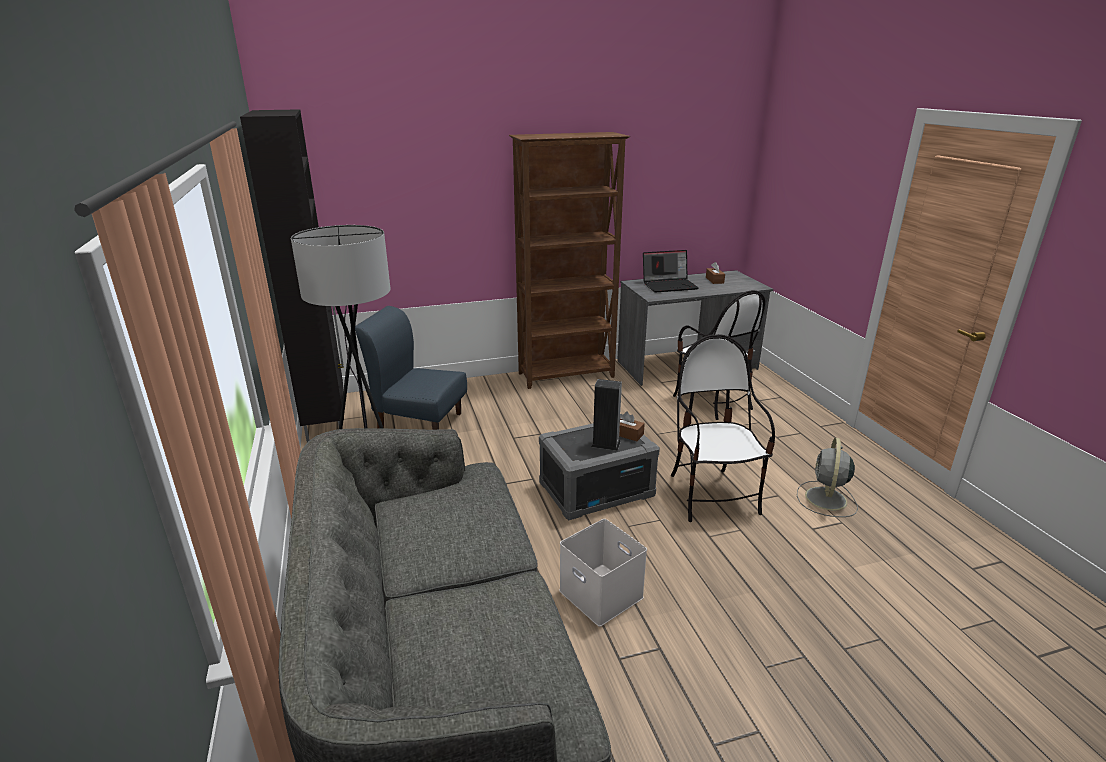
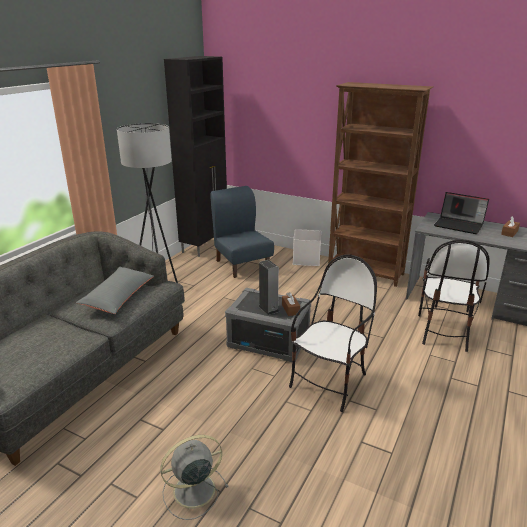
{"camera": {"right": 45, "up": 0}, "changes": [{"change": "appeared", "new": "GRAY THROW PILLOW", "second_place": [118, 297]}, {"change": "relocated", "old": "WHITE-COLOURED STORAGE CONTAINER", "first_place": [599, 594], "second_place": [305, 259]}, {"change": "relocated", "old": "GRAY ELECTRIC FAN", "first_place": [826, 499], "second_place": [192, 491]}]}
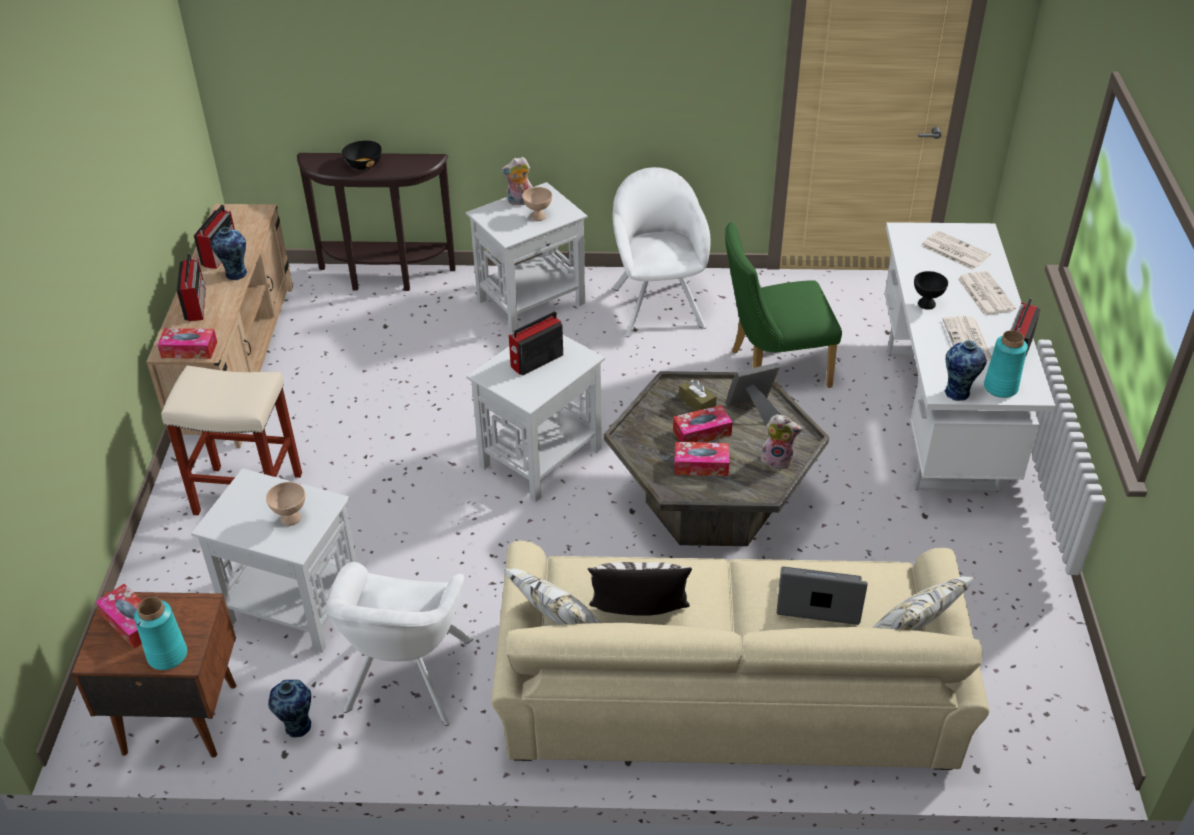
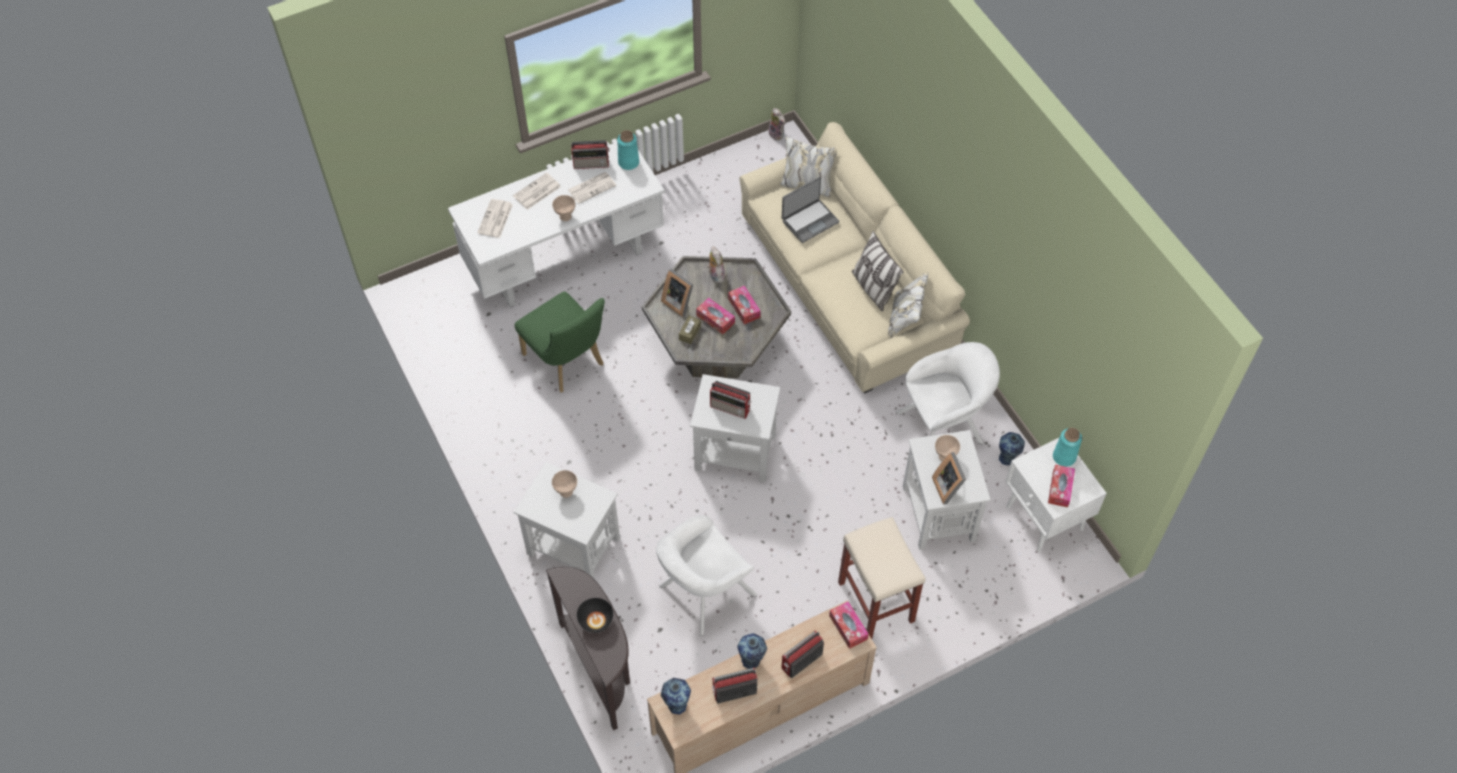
{"camera": {"right": -120, "up": 15}, "changes": [{"change": "appeared", "new": "PHOTO FRAME", "second_place": [949, 487]}, {"change": "relocated", "old": "SOFT TOY", "first_place": [519, 202], "second_place": [777, 134]}, {"change": "relocated", "old": "WHITE-COLOURED LOUNGE CHAIR", "first_place": [657, 303], "second_place": [703, 593]}, {"change": "relocated", "old": "DECORATIVE VASE", "first_place": [958, 392], "second_place": [676, 704]}, {"change": "colour", "old": "BROWN-COLOURED NIGHT TABLE", "new": "WHITE-COLOURED NIGHT TABLE", "first_place": [178, 717], "second_place": [1044, 519]}, {"change": "colour", "old": "BLACK SERVING BOWL", "new": "BEIGE-COLOURED SERVING BOWL", "first_place": [927, 304], "second_place": [565, 216]}, {"change": "spun", "old": "NOTEBOOK COMPUTER", "first_place": [818, 600], "second_place": [809, 221], "degrees": -105}]}
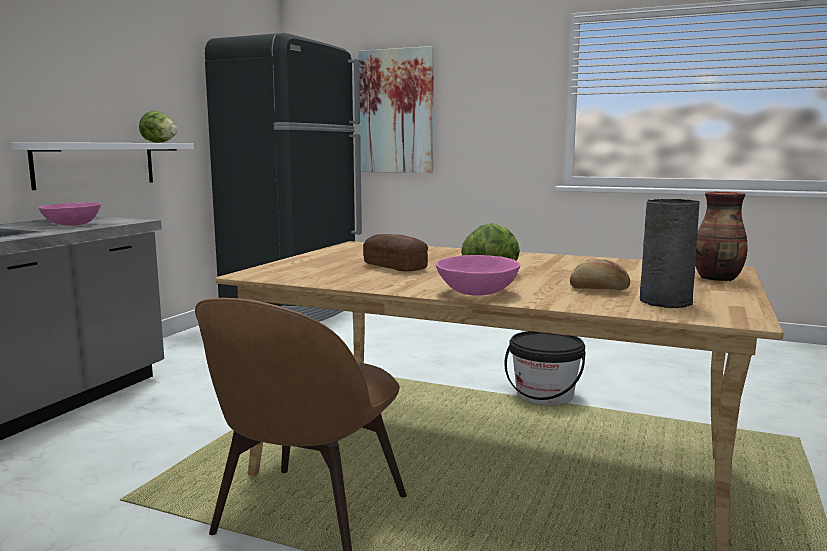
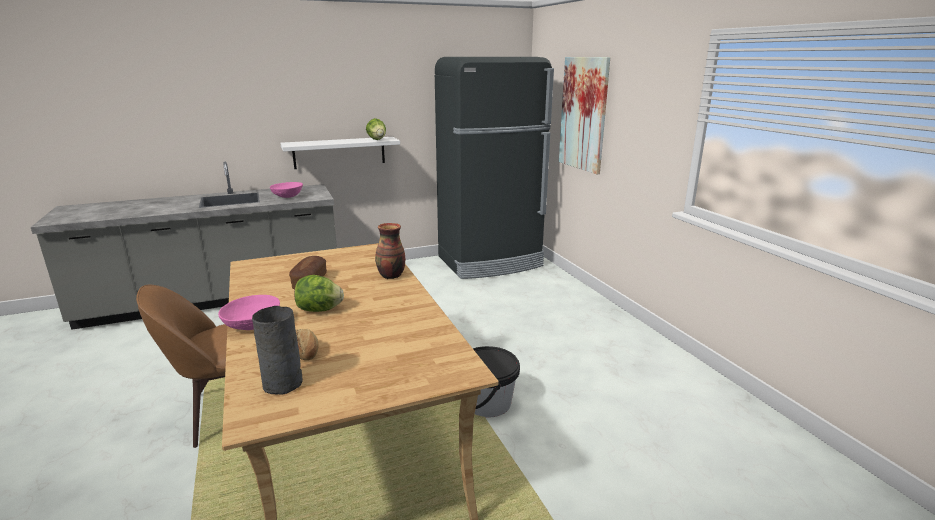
{"camera": {"right": 45, "up": 10}, "changes": [{"change": "relocated", "old": "DECORATIVE VASE", "first_place": [718, 279], "second_place": [391, 276]}]}
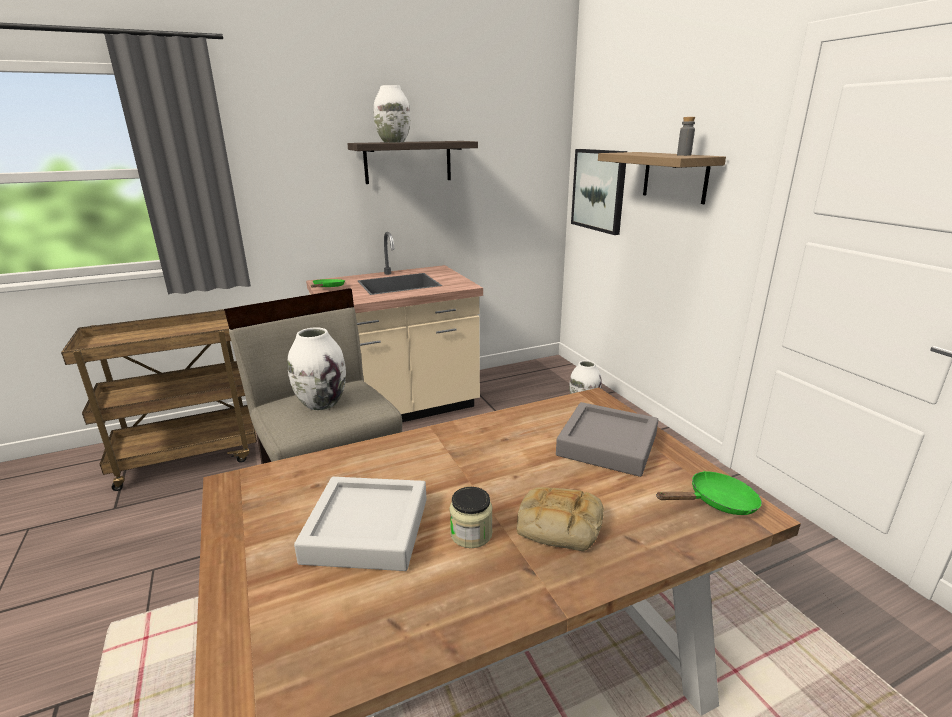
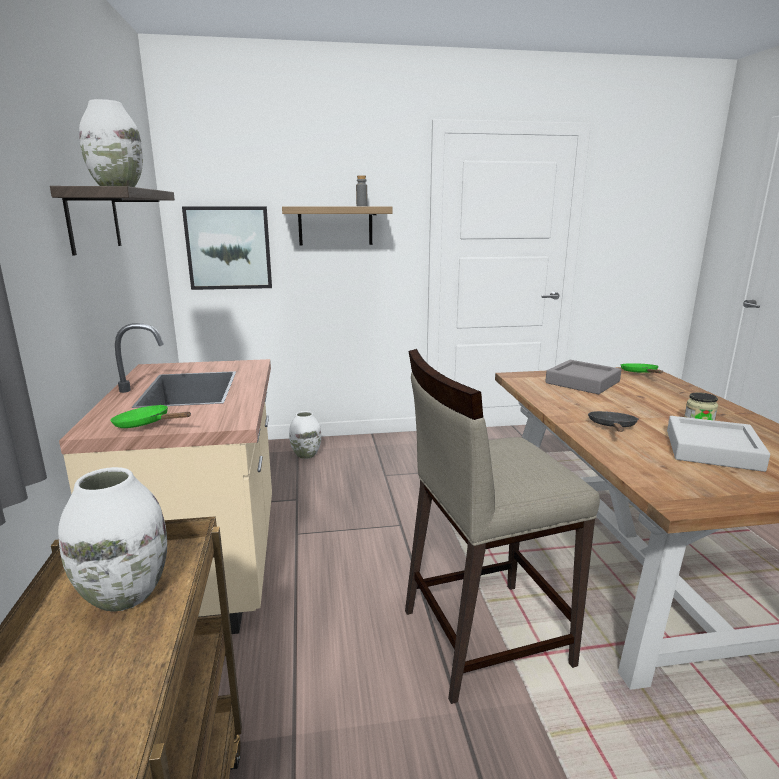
{"camera": {"right": -75, "up": -5}, "changes": [{"change": "missing", "old": "BREAD", "first_place": [558, 525]}, {"change": "appeared", "new": "BLACK SKILLET", "second_place": [612, 427]}, {"change": "relocated", "old": "WHITE-COLOURED DECORATIVE VASE", "first_place": [321, 403], "second_place": [123, 594]}]}
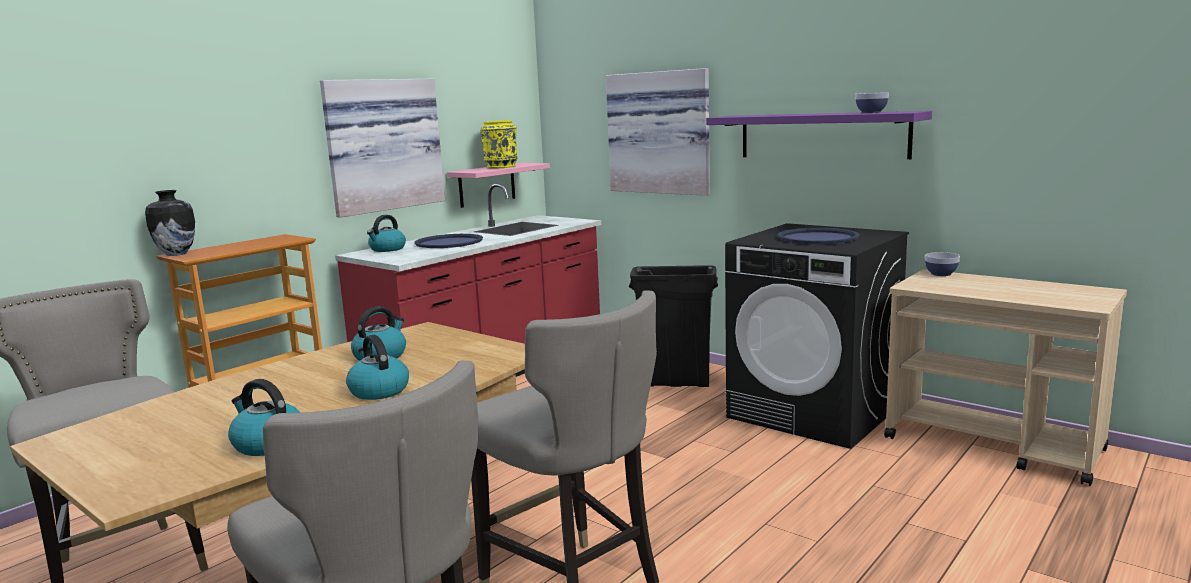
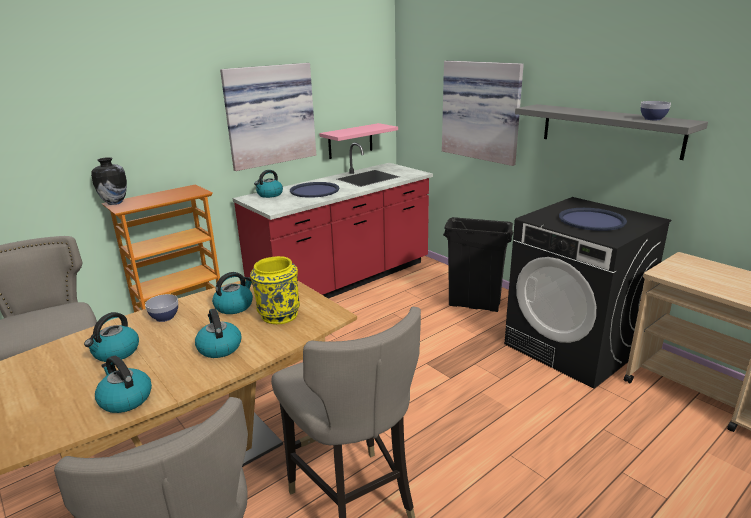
{"camera": {"right": 10, "up": 10}, "changes": [{"change": "appeared", "new": "TEA KETTLE", "second_place": [116, 352]}, {"change": "relocated", "old": "YELLOWISH DECORATIVE VASE", "first_place": [501, 167], "second_place": [279, 316]}, {"change": "relocated", "old": "SERVING BOWL", "first_place": [941, 274], "second_place": [164, 317]}, {"change": "colour", "old": "PURPLISH BRACKET SHELF", "new": "GRAY BRACKET SHELF", "first_place": [822, 135], "second_place": [610, 130]}]}
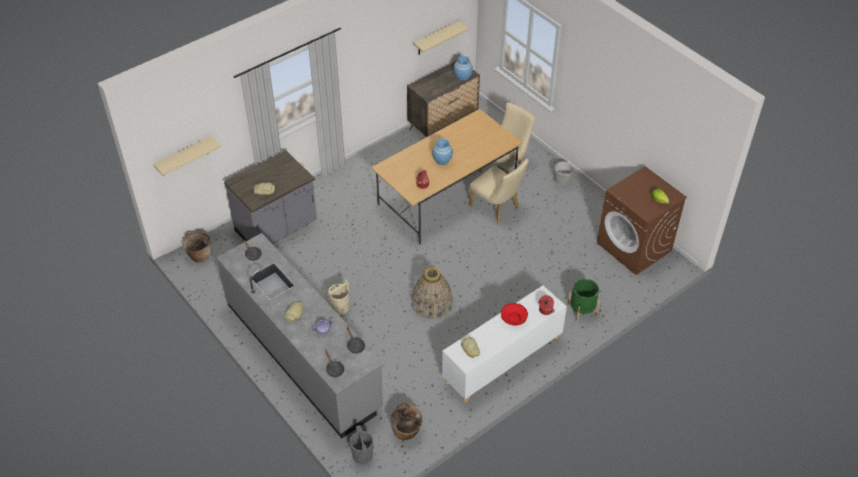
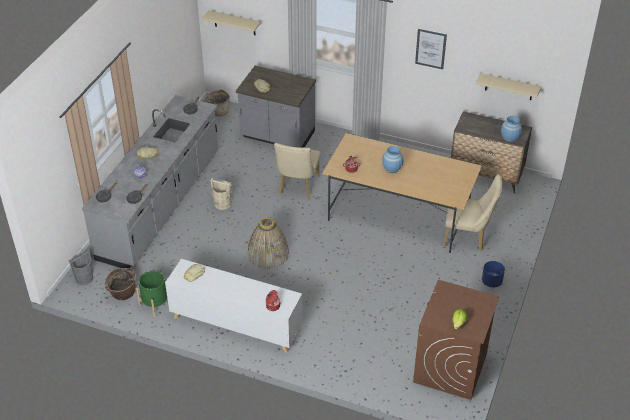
{"camera": {"right": 60, "up": -5}, "changes": [{"change": "missing", "old": "RED SERVING BOWL", "first_place": [513, 318]}, {"change": "appeared", "new": "WALL ART", "second_place": [430, 48]}, {"change": "relocated", "old": "BEIGE-COLOURED UPRIGHT CHAIR", "first_place": [497, 208], "second_place": [297, 187]}, {"change": "relocated", "old": "GREEN FLOWER POT", "first_place": [582, 310], "second_place": [155, 304]}, {"change": "colour", "old": "GRAY FLOWER POT", "new": "BLUE FLOWER POT", "first_place": [562, 181], "second_place": [491, 282]}]}
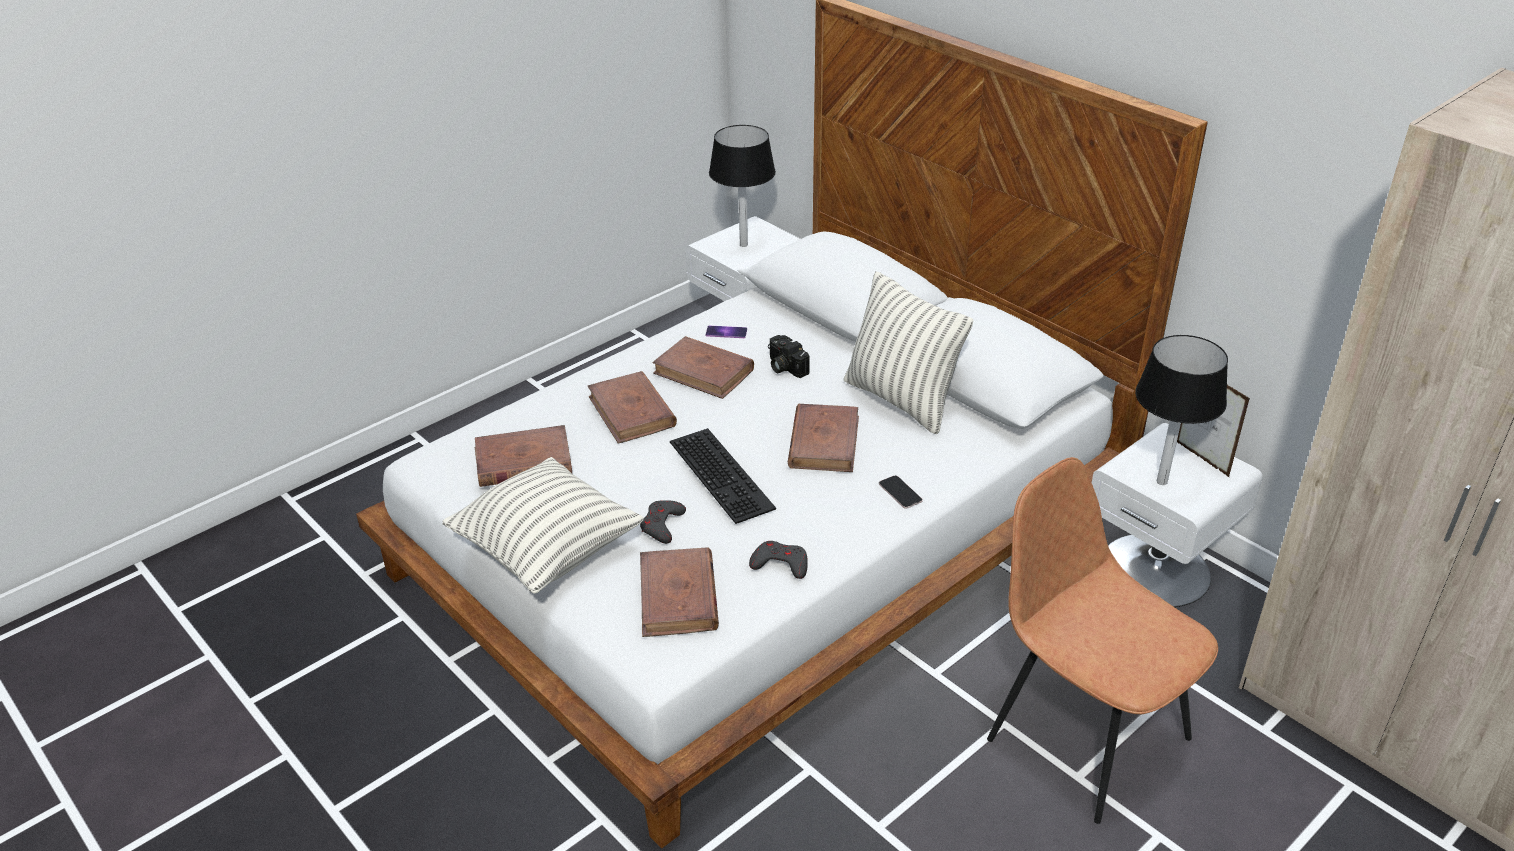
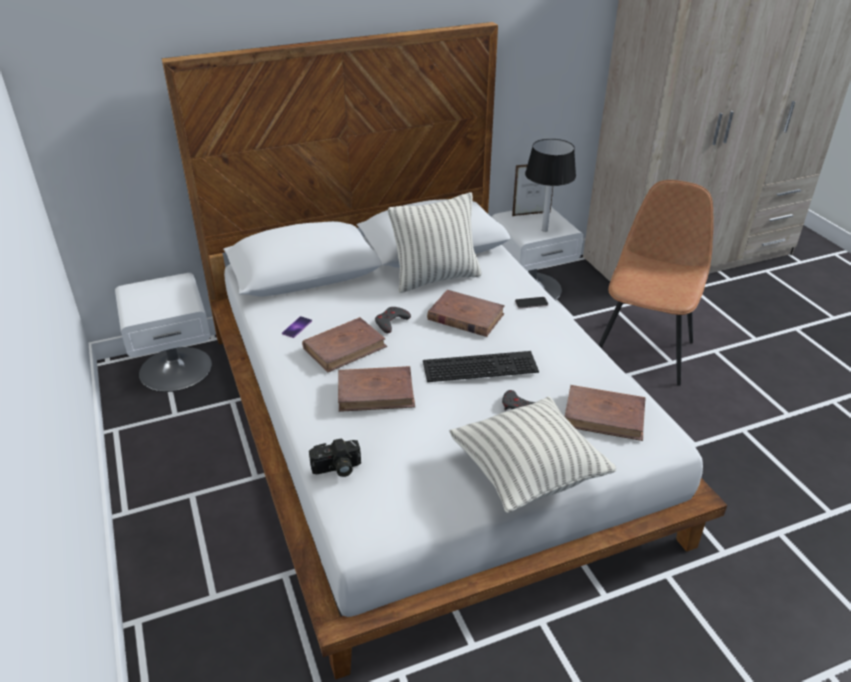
{"camera": {"right": -70, "up": 0}, "changes": [{"change": "missing", "old": "BROWN-COLOURED VOLUME", "first_place": [523, 461]}, {"change": "missing", "old": "BLACK TABLETOP LAMP", "first_place": [744, 245]}, {"change": "relocated", "old": "GRAY GAMEPAD", "first_place": [780, 564], "second_place": [391, 322]}, {"change": "relocated", "old": "STILL CAMERA", "first_place": [784, 367], "second_place": [336, 468]}, {"change": "spun", "old": "BROWN-COLOURED UPRIGHT CHAIR", "first_place": [1084, 735], "second_place": [643, 350], "degrees": 135}]}
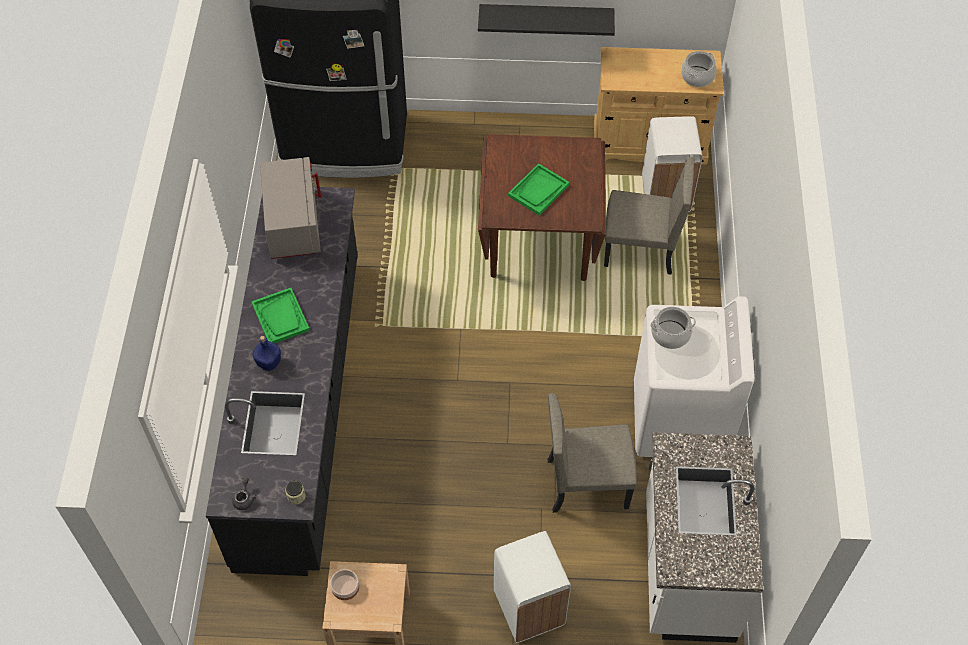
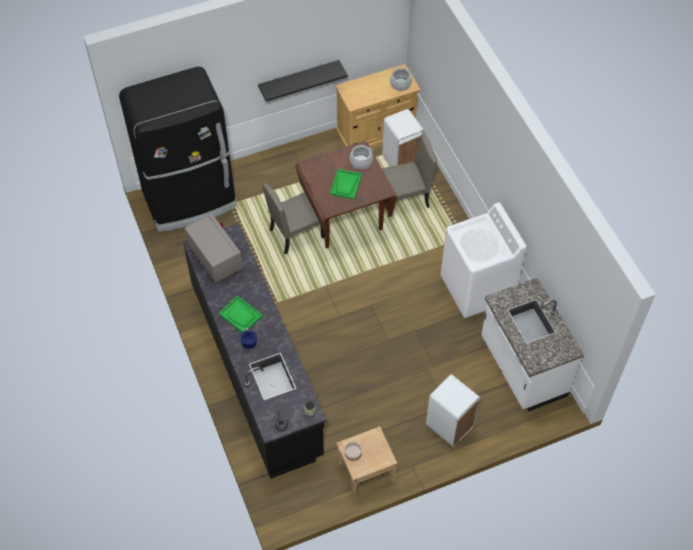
{"camera": {"right": -25, "up": 0}, "changes": [{"change": "relocated", "old": "BEIGE-COLOURED UPRIGHT CHAIR", "first_place": [587, 482], "second_place": [296, 233]}, {"change": "relocated", "old": "SAUCEPOT", "first_place": [670, 334], "second_place": [361, 161]}]}
